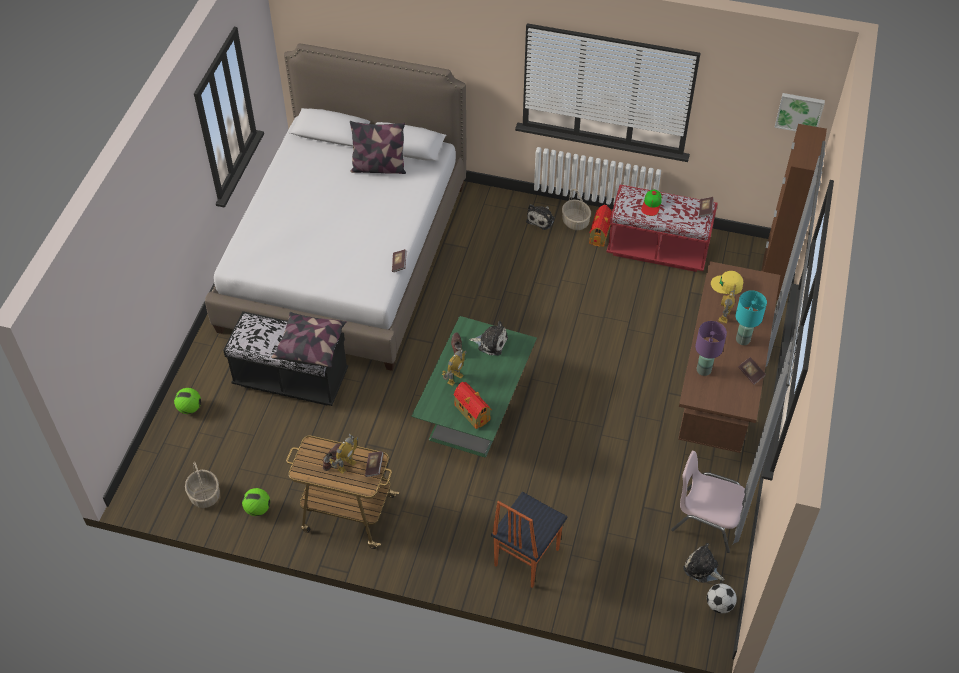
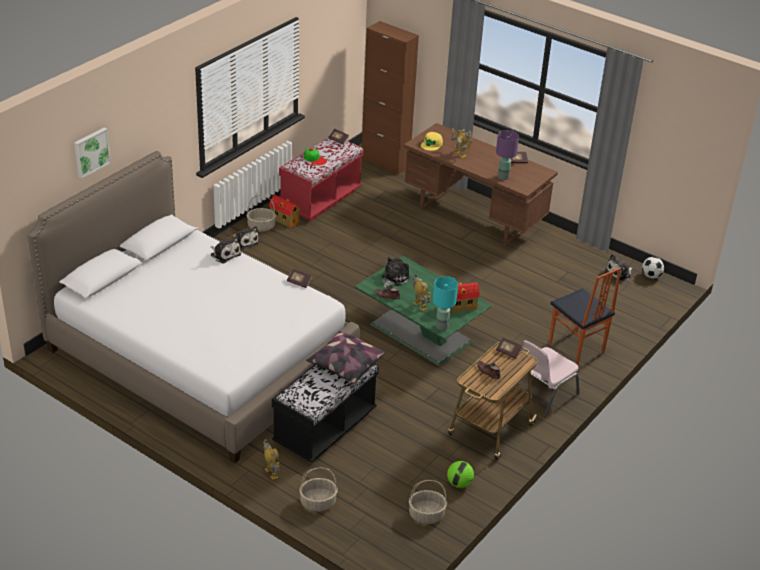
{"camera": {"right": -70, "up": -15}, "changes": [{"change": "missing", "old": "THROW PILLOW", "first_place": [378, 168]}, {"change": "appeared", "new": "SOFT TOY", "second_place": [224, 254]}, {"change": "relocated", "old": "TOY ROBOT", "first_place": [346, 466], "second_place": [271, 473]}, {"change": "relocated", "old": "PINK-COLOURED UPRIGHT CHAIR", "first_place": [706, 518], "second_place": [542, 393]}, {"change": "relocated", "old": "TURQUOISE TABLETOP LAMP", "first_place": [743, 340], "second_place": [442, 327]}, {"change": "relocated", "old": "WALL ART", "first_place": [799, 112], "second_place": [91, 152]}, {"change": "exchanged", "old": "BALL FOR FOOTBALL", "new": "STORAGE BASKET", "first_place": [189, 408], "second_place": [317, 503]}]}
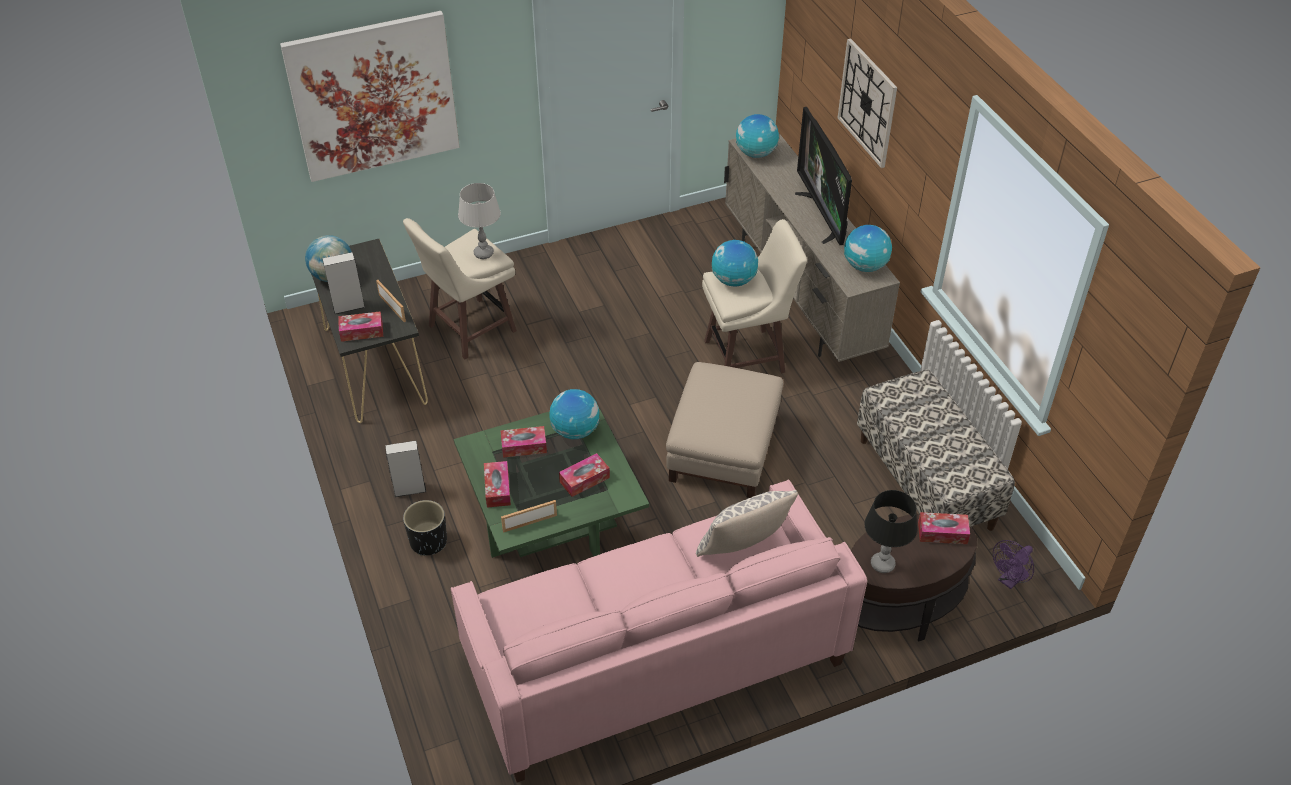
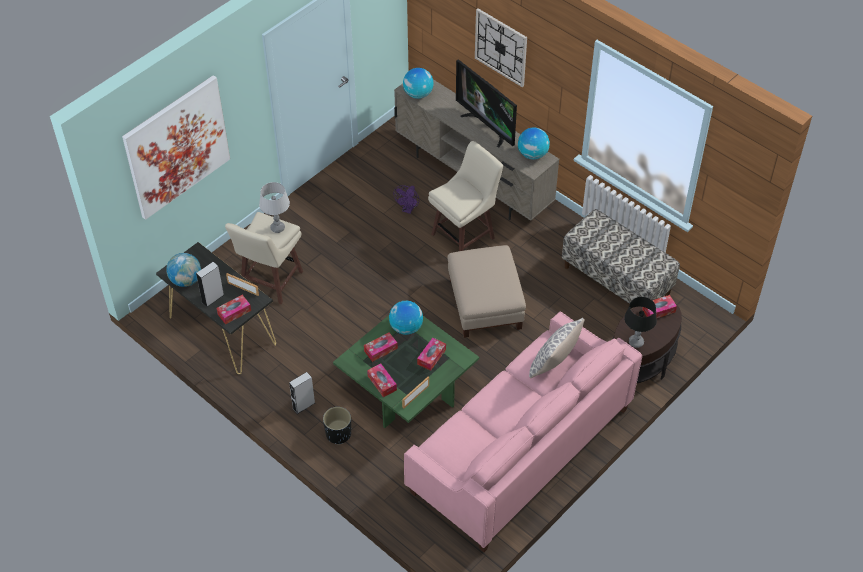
{"camera": {"right": -25, "up": 5}, "changes": [{"change": "missing", "old": "GLOBE", "first_place": [733, 280]}, {"change": "relocated", "old": "PURPLISH ELECTRIC FAN", "first_place": [1009, 580], "second_place": [408, 209]}]}
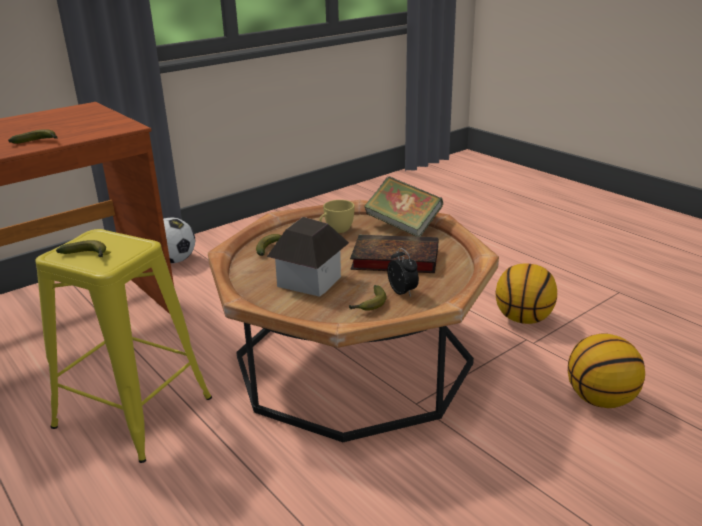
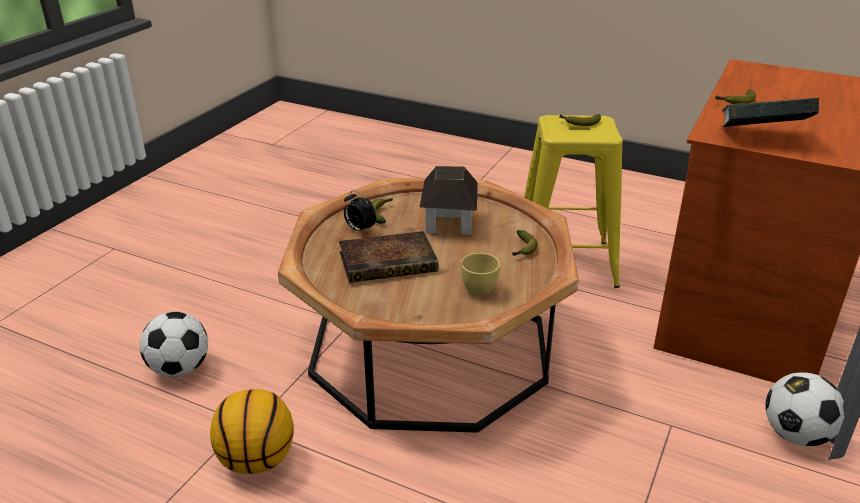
{"camera": {"right": 155, "up": 5}, "changes": [{"change": "relocated", "old": "VOLUME", "first_place": [403, 226], "second_place": [761, 137]}, {"change": "exchanged", "old": "BALL FOR BASKETBALL", "new": "BALL FOR FOOTBALL", "first_place": [600, 399], "second_place": [179, 369]}]}
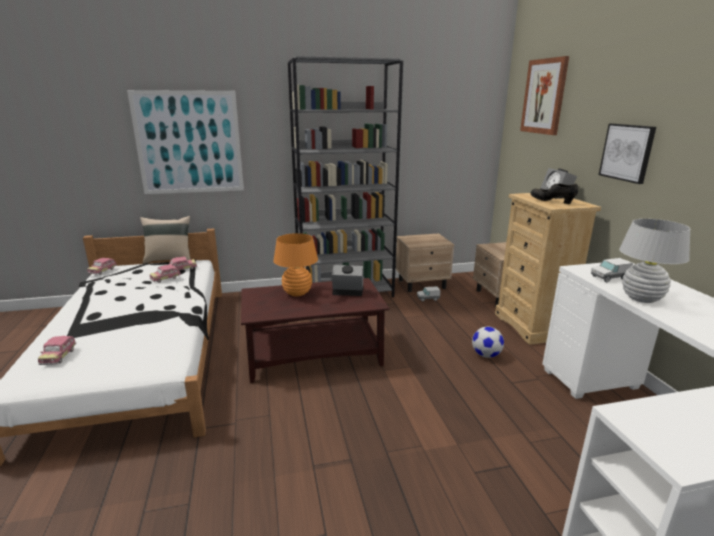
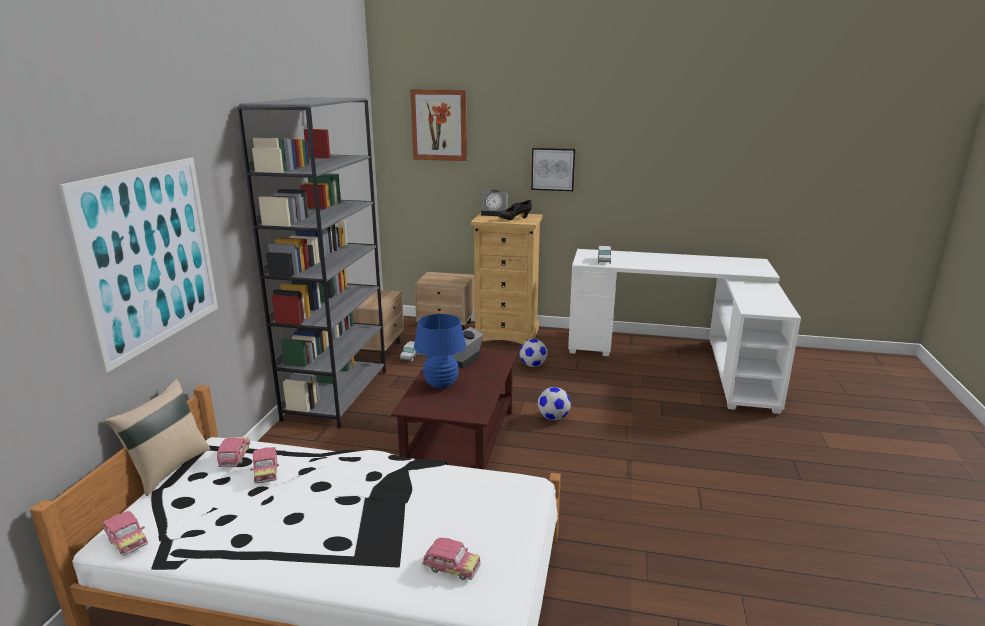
{"camera": {"right": -65, "up": 0}, "changes": [{"change": "missing", "old": "WHITE-COLOURED TABLETOP LAMP", "first_place": [641, 298]}, {"change": "appeared", "new": "BALL FOR FOOTBALL", "second_place": [553, 417]}, {"change": "colour", "old": "ORANGE-COLOURED TABLETOP LAMP", "new": "BLUE TABLETOP LAMP", "first_place": [297, 293], "second_place": [441, 384]}]}
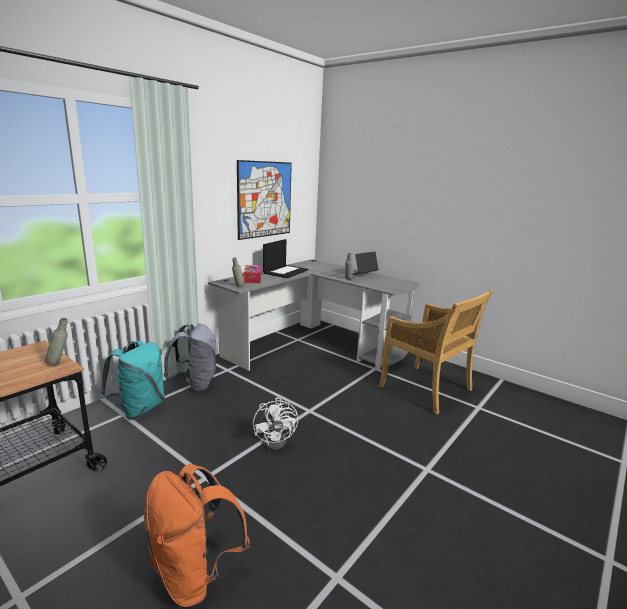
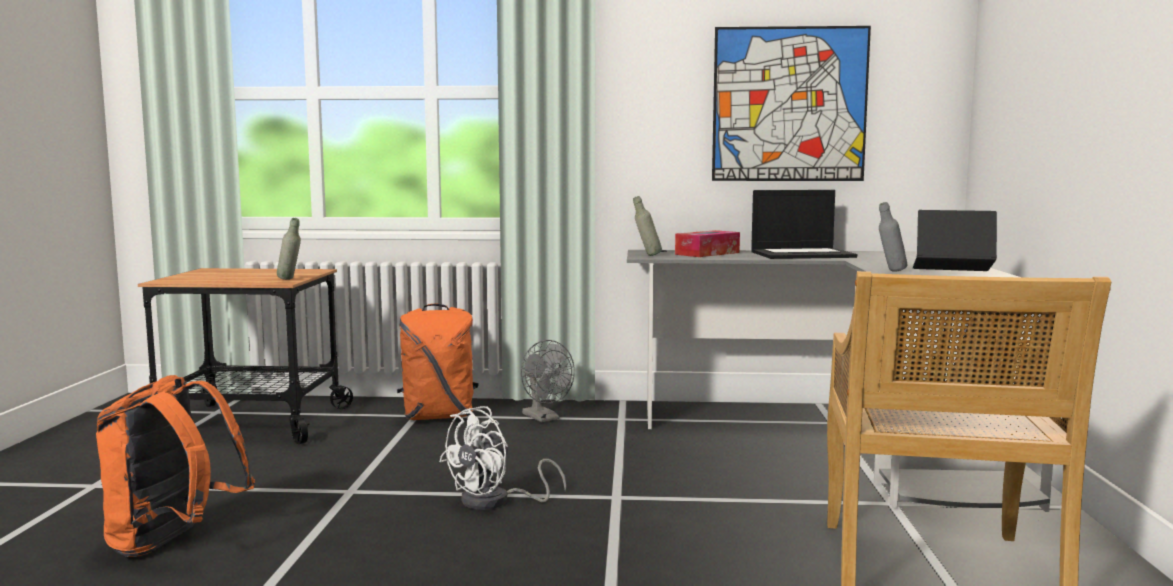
{"camera": {"right": 55, "up": -10}, "changes": [{"change": "exchanged", "old": "GRAY BACKPACK", "new": "GRAY ELECTRIC FAN", "first_place": [195, 384], "second_place": [544, 418]}, {"change": "colour", "old": "TURQUOISE BACKPACK", "new": "ORANGE-COLOURED BACKPACK", "first_place": [139, 409], "second_place": [439, 416]}]}
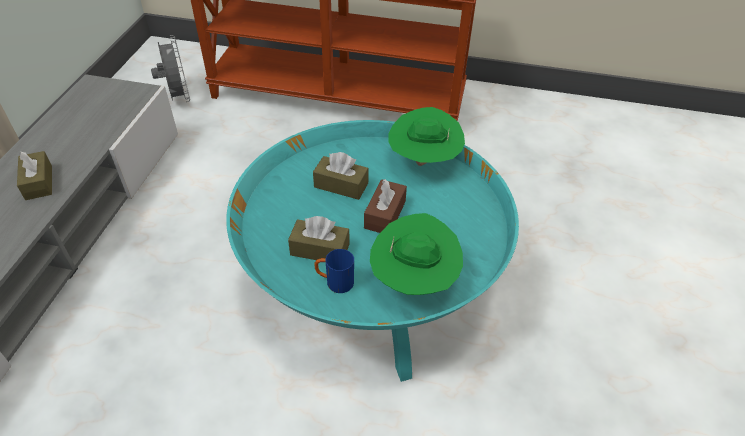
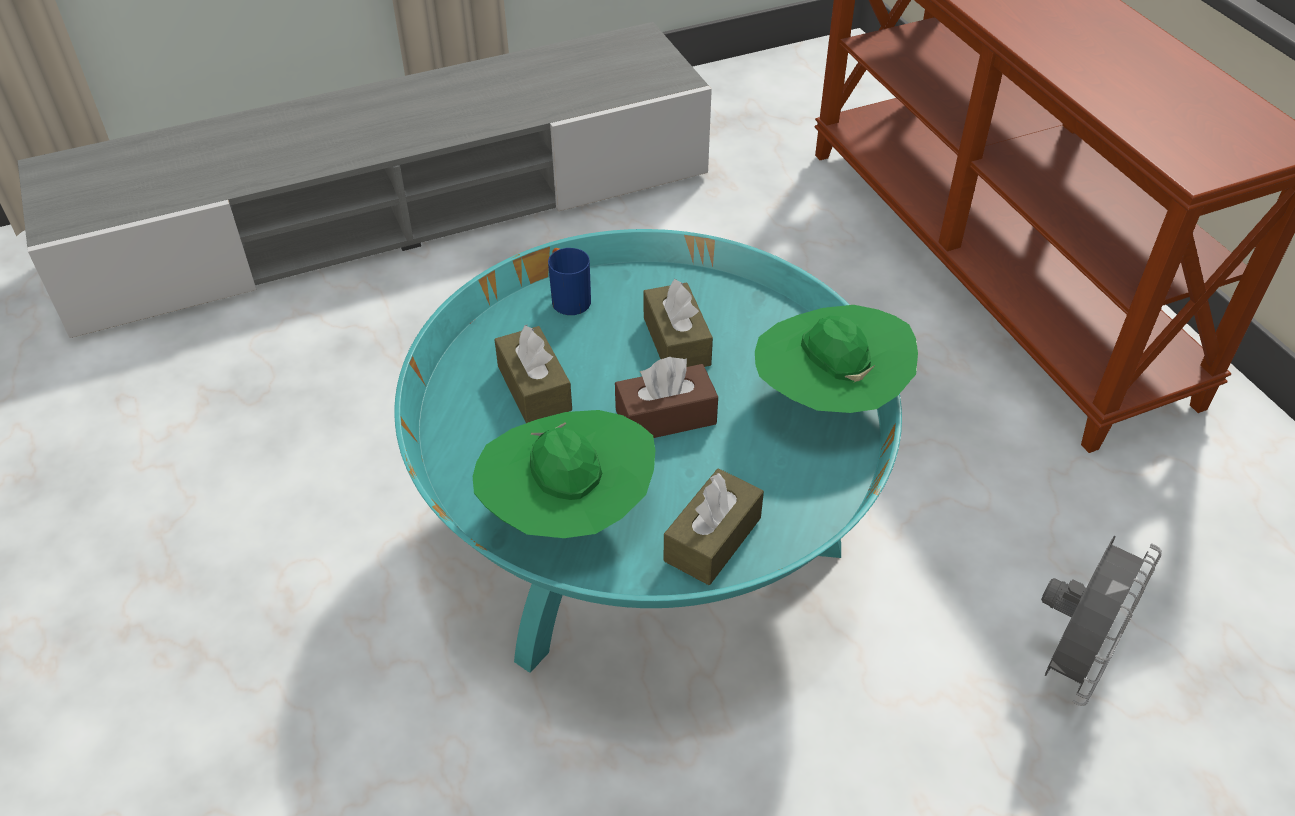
{"camera": {"right": 55, "up": 0}, "changes": [{"change": "relocated", "old": "BROWN-COLOURED TISSUE BOX", "first_place": [39, 182], "second_place": [712, 539]}, {"change": "relocated", "old": "GRAY ELECTRIC FAN", "first_place": [178, 97], "second_place": [1072, 660]}, {"change": "relocated", "old": "BLUE MUG", "first_place": [334, 282], "second_place": [567, 298]}]}
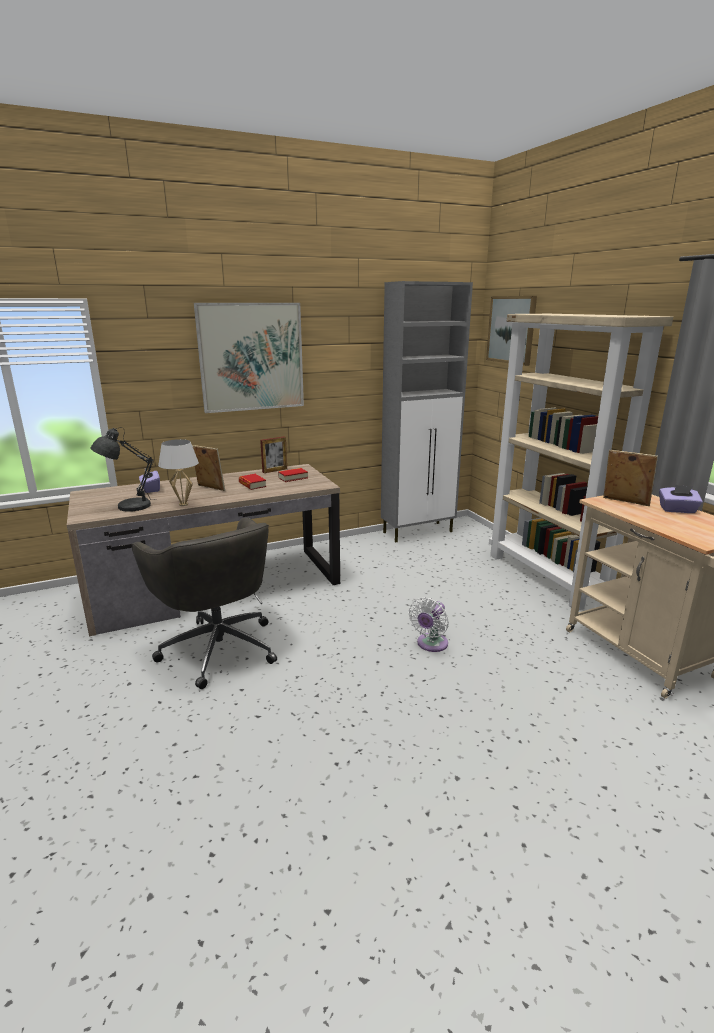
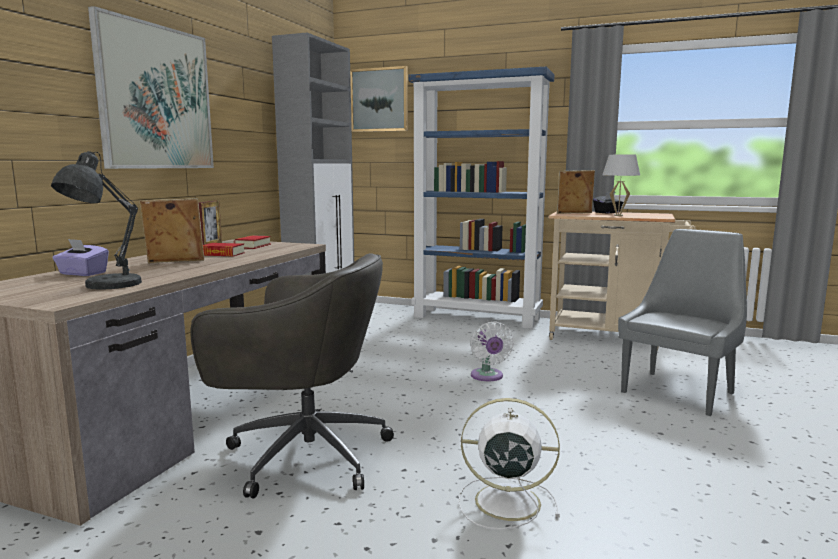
{"camera": {"right": -45, "up": -10}, "changes": [{"change": "appeared", "new": "WHITE-COLOURED ELECTRIC FAN", "second_place": [504, 501]}, {"change": "appeared", "new": "GRAY UPRIGHT CHAIR", "second_place": [679, 392]}, {"change": "relocated", "old": "WHITE-COLOURED TABLETOP LAMP", "first_place": [183, 504], "second_place": [618, 215]}, {"change": "colour", "old": "BEIGE-COLOURED BOOKCASE", "new": "BLUE BOOKCASE", "first_place": [547, 577], "second_place": [478, 317]}, {"change": "colour", "old": "PURPLISH TISSUE BOX", "new": "BLACK TISSUE BOX", "first_place": [677, 510], "second_place": [607, 212]}]}
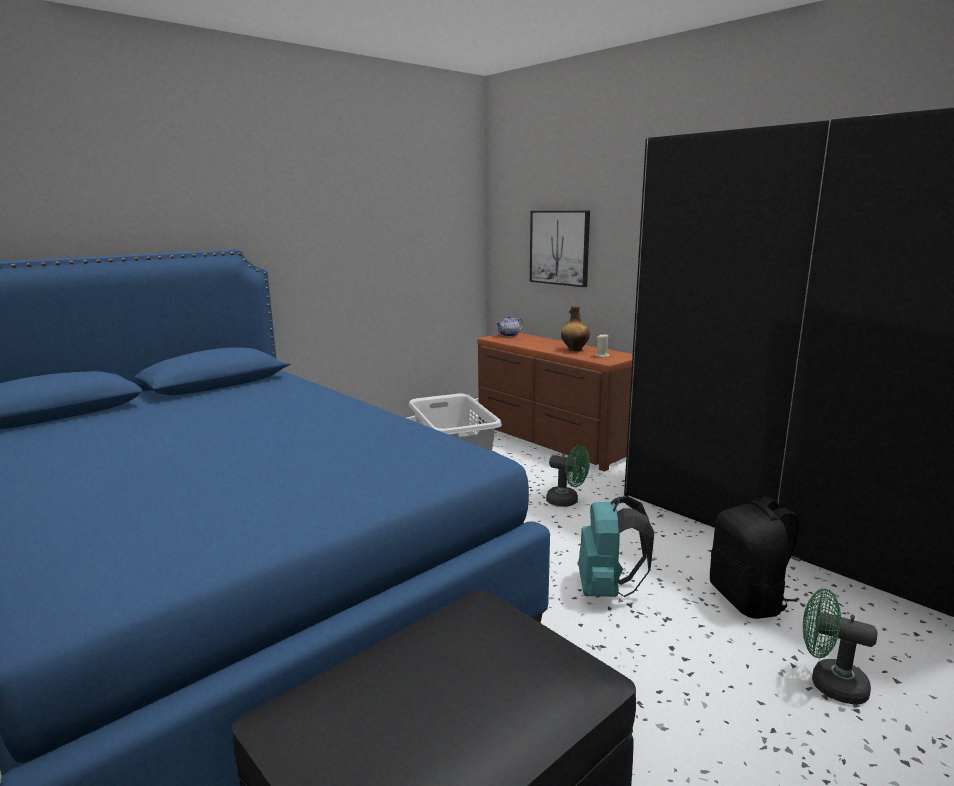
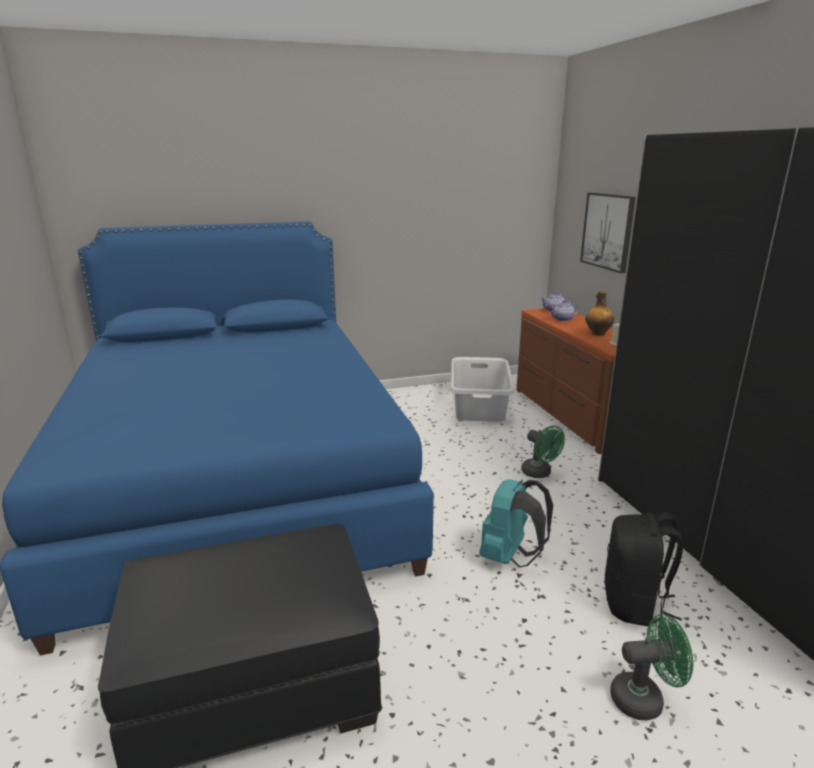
{"camera": {"right": 25, "up": 5}, "changes": [{"change": "appeared", "new": "POT FOR TEA", "second_place": [562, 319]}, {"change": "spun", "old": "GREEN ELECTRIC FAN", "first_place": [829, 683], "second_place": [644, 698], "degrees": 120}]}
